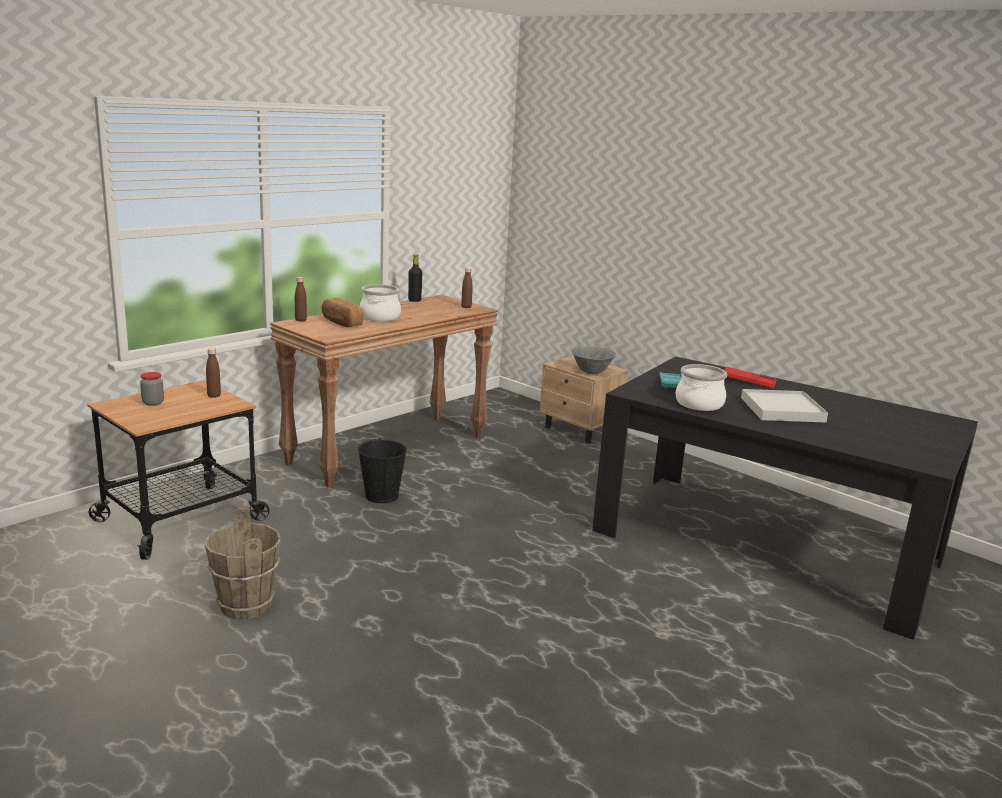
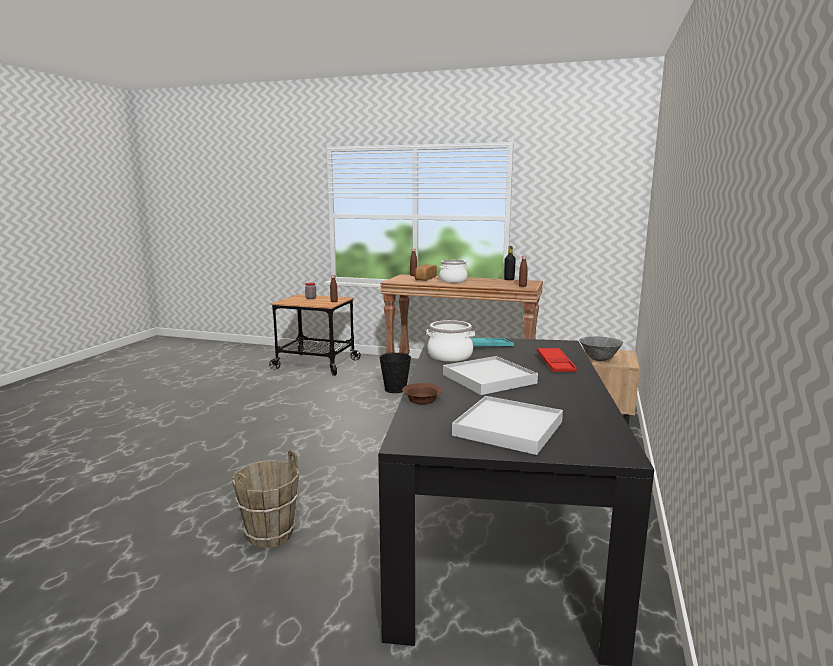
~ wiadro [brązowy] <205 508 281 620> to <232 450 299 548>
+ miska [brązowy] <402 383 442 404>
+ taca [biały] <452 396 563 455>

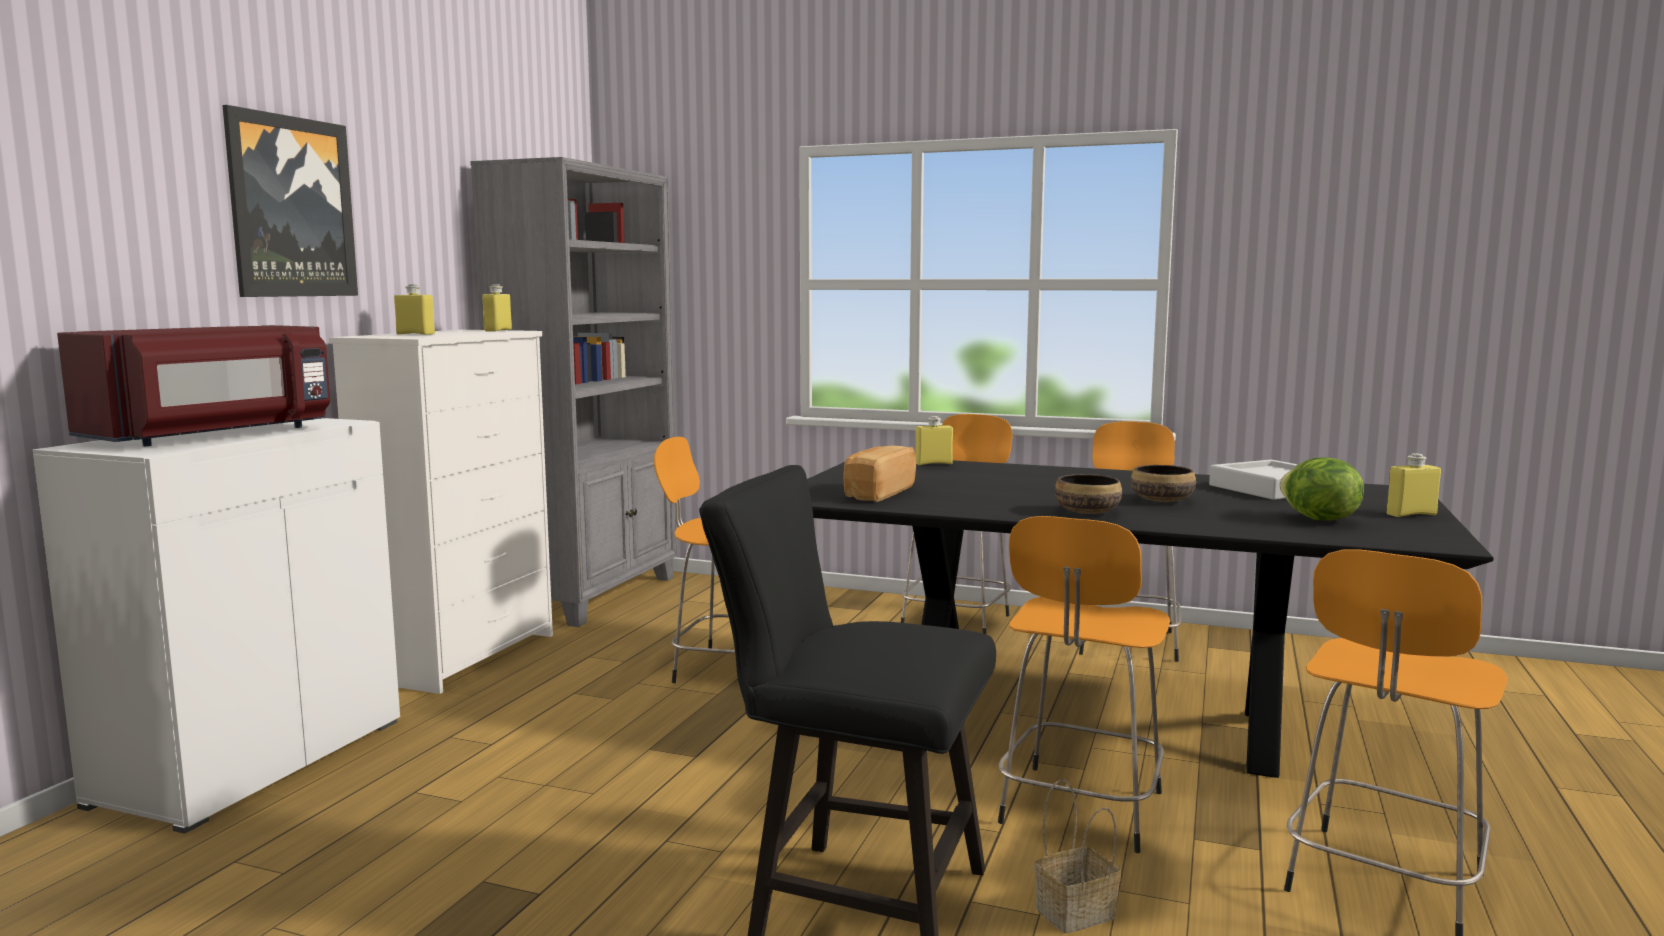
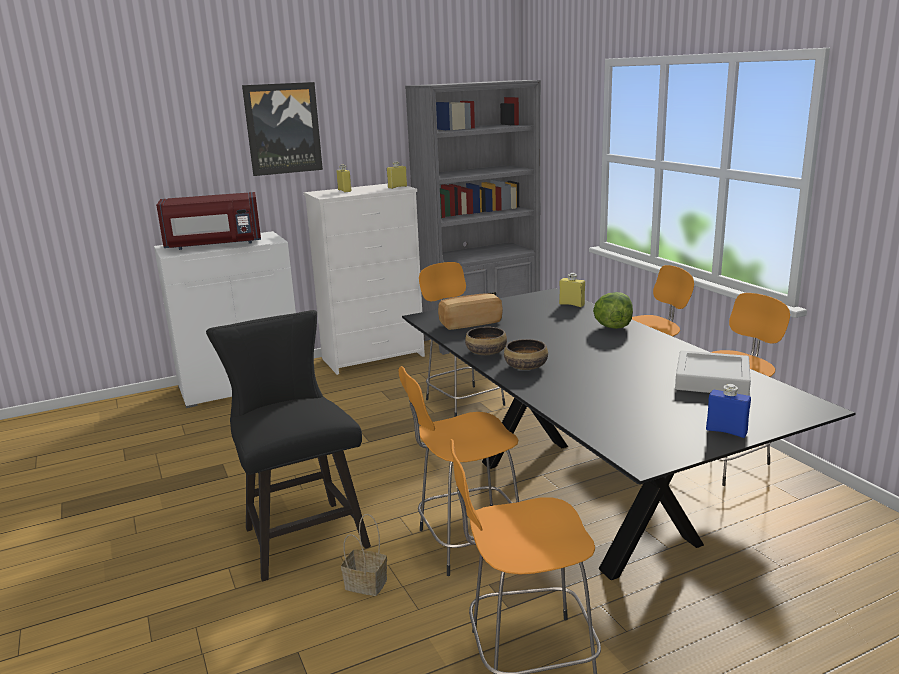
~ miska <1131 465 1196 502> to <465 327 507 355>
~ sałata <1279 457 1364 521> to <593 292 633 329>
~ butelka [żółty] <1386 453 1441 517> to butelka [niebieski] <706 384 751 438>

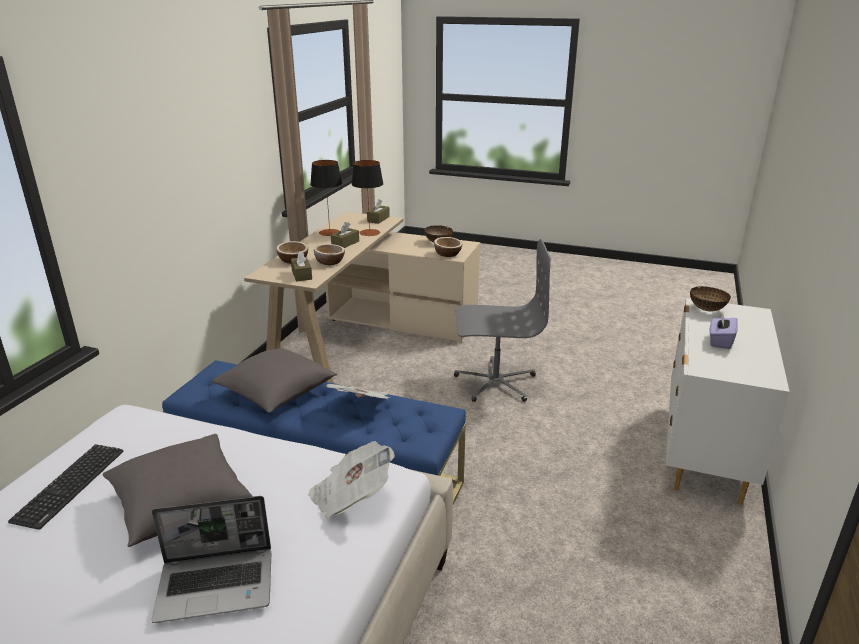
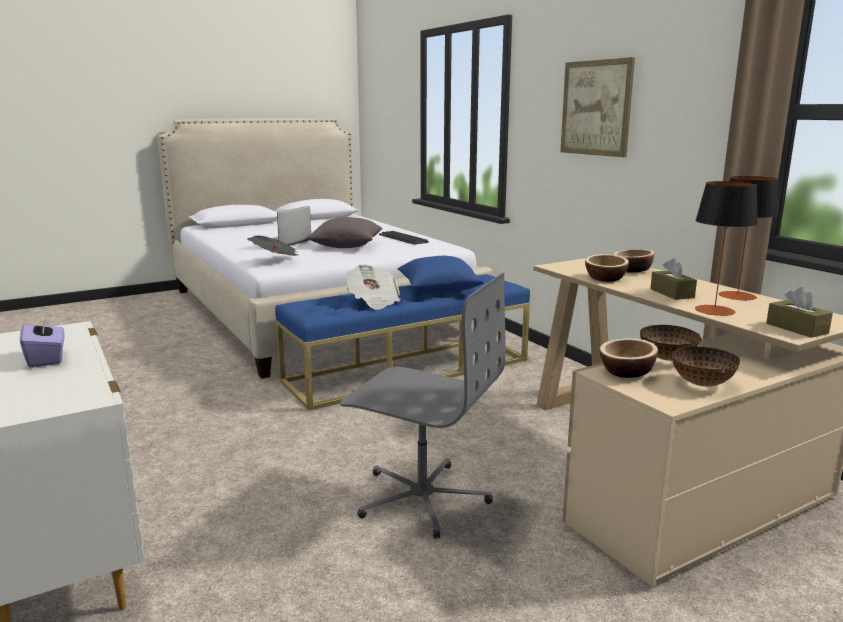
~ poduszka [szary] <211 348 337 413> to poduszka [niebieski] <398 256 484 293>
- pudełko chusteczek [brązowy] <291 251 312 282>
~ krzesło biurowe [szary] <454 239 551 402> = <340 273 506 539> 105 degrees counterclockwise
~ miska <690 286 731 312> to <640 325 702 361>
+ obraz <560 57 635 157>

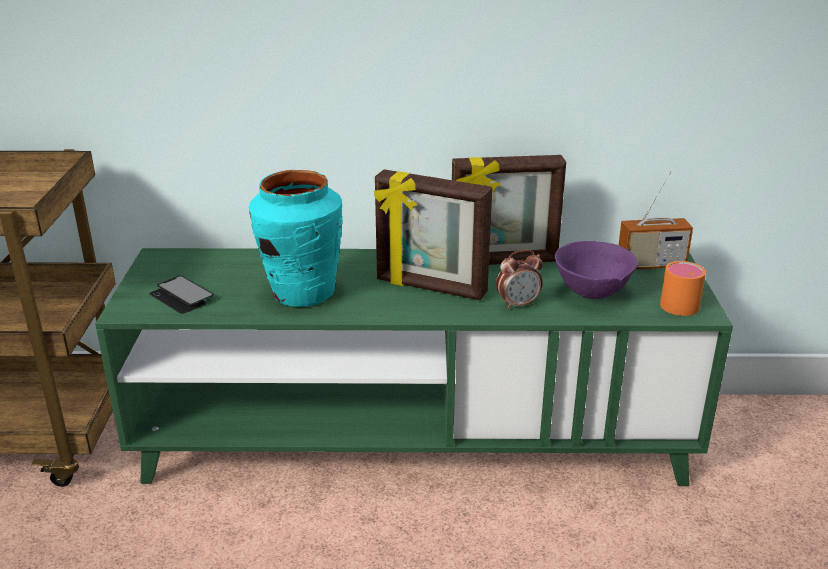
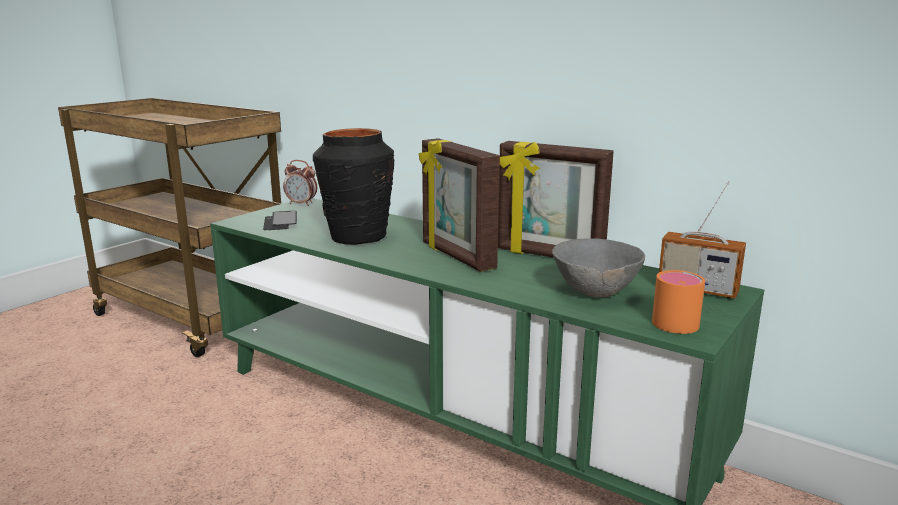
~ wazon [turkusowy] <249 170 343 307> to wazon [czarny] <313 128 394 245>
~ budzik <496 250 543 310> to <283 160 317 206>
~ miska [fioletowy] <555 241 637 299> to miska [szary] <552 238 645 298>

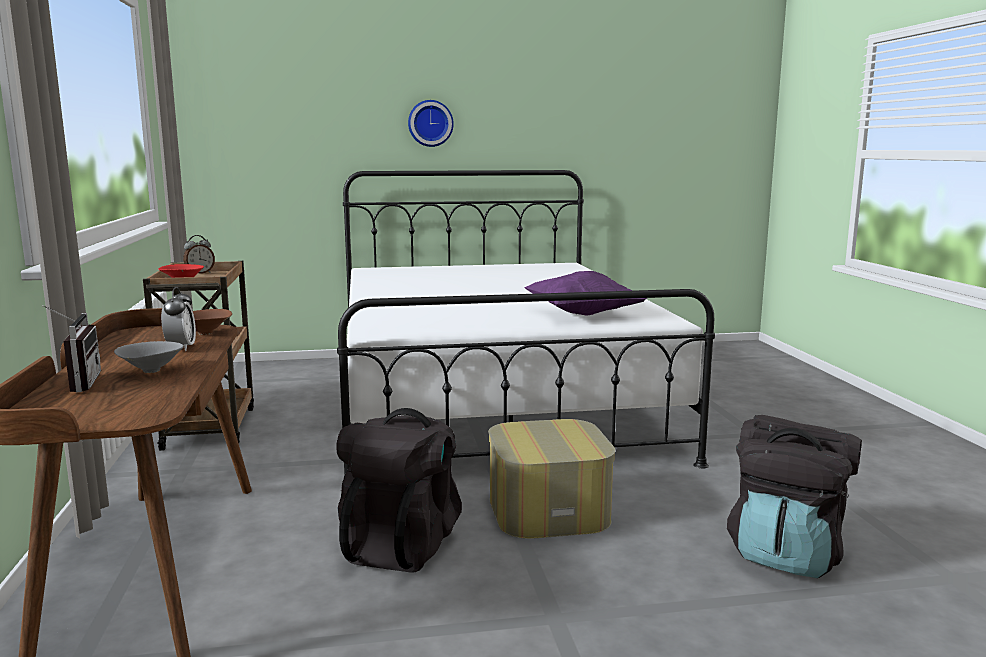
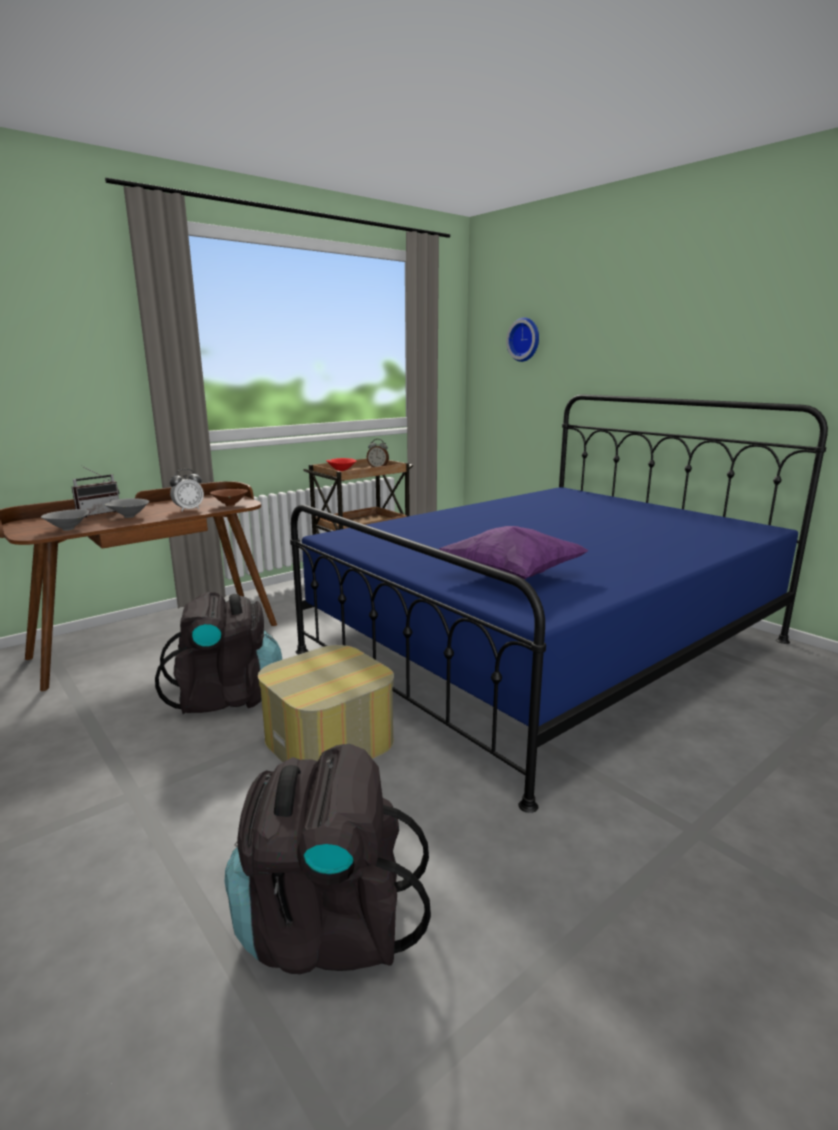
~ łóżko [biały] <337 170 715 475> to łóżko [niebieski] <290 394 828 813>
~ zegar ścienny <408 100 454 147> to <506 317 539 362>
+ miska [szary] <41 509 89 531>

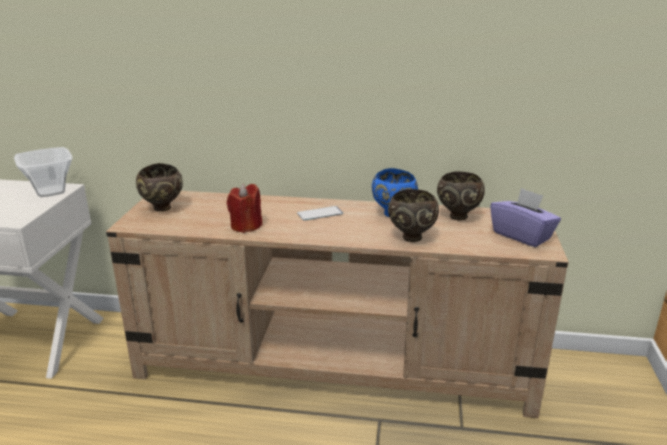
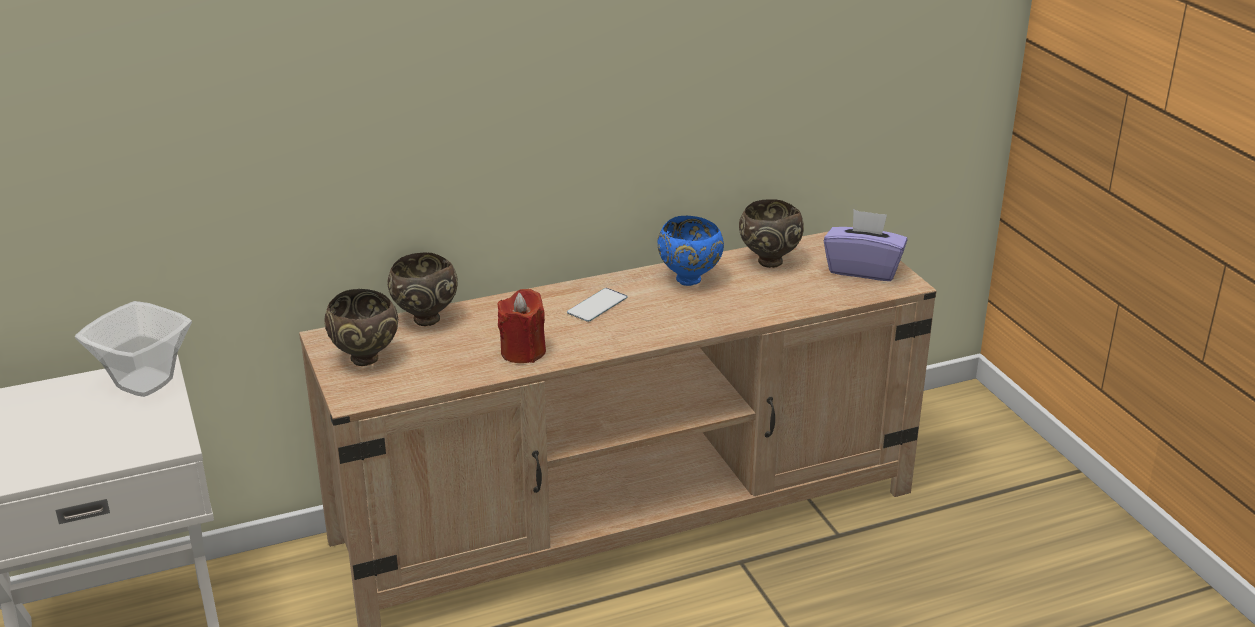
~ miska [brązowy] <388 189 439 242> to <388 252 458 326>

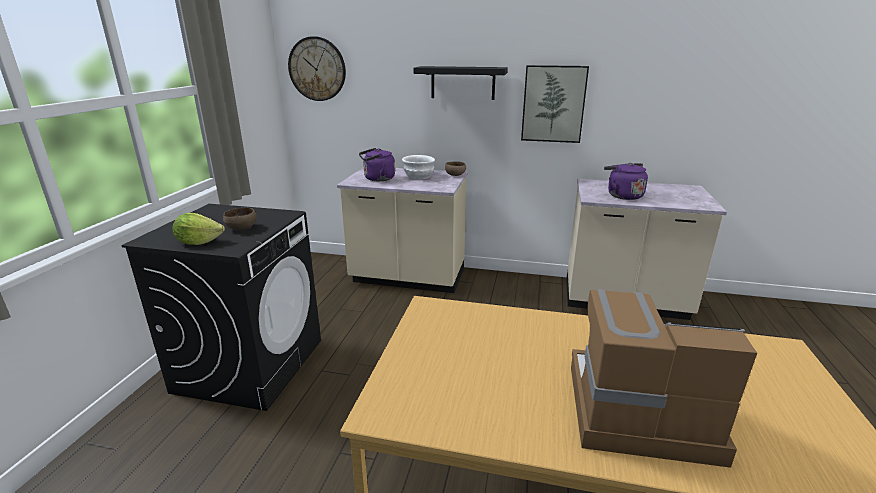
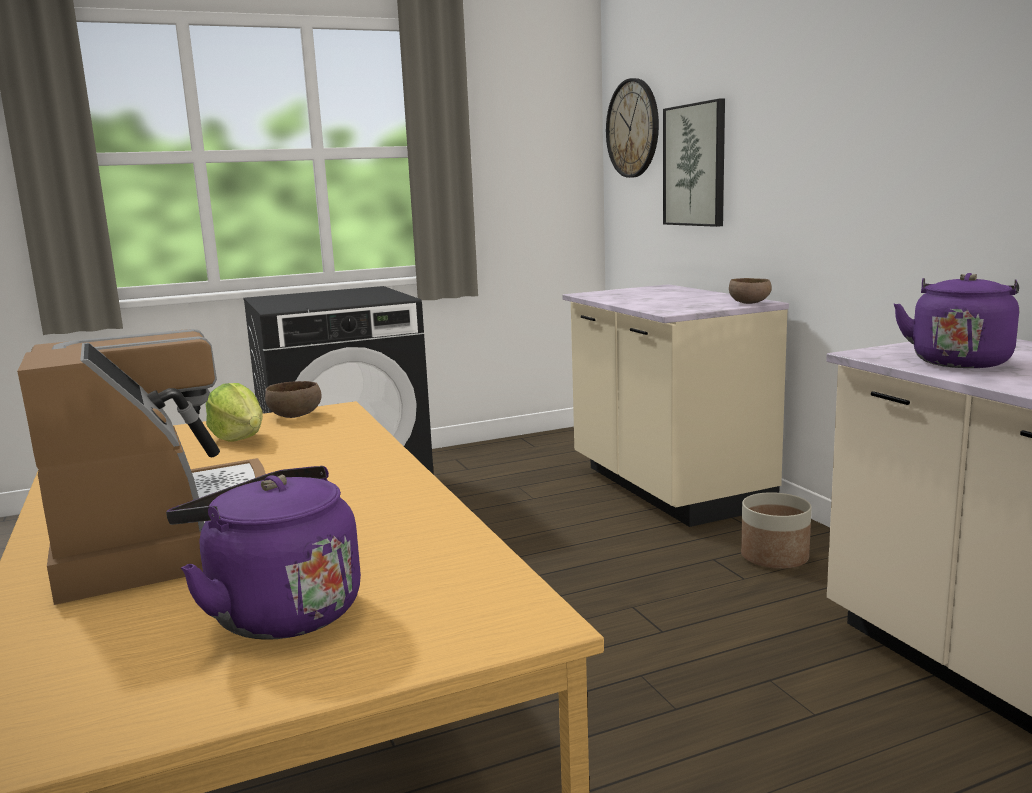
~ sałata <173 213 225 245> to <206 383 263 441>
~ miska [brązowy] <223 207 257 230> to <265 381 322 418>
~ czajnik [fioletowy] <359 148 395 181> to <166 466 361 640>
- miska [biały] <402 155 435 179>
- półka [czarny] <413 66 508 100>
~ obraz <521 65 589 143> to <663 99 725 227>
+ donica <741 492 811 569>

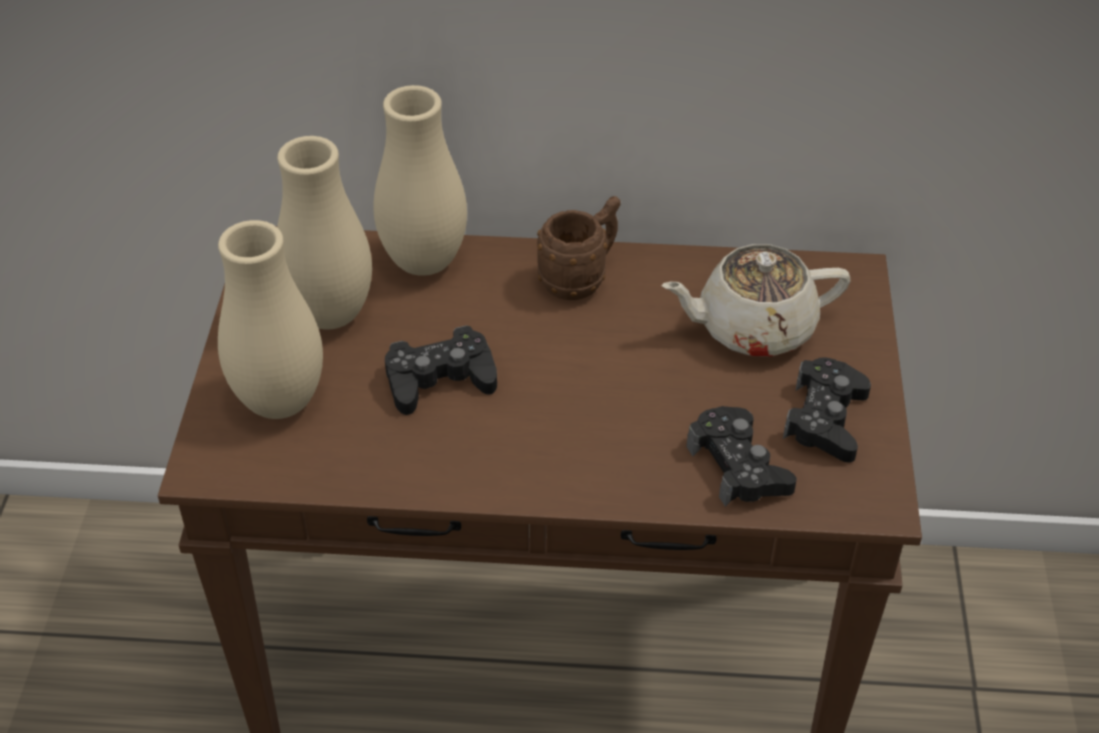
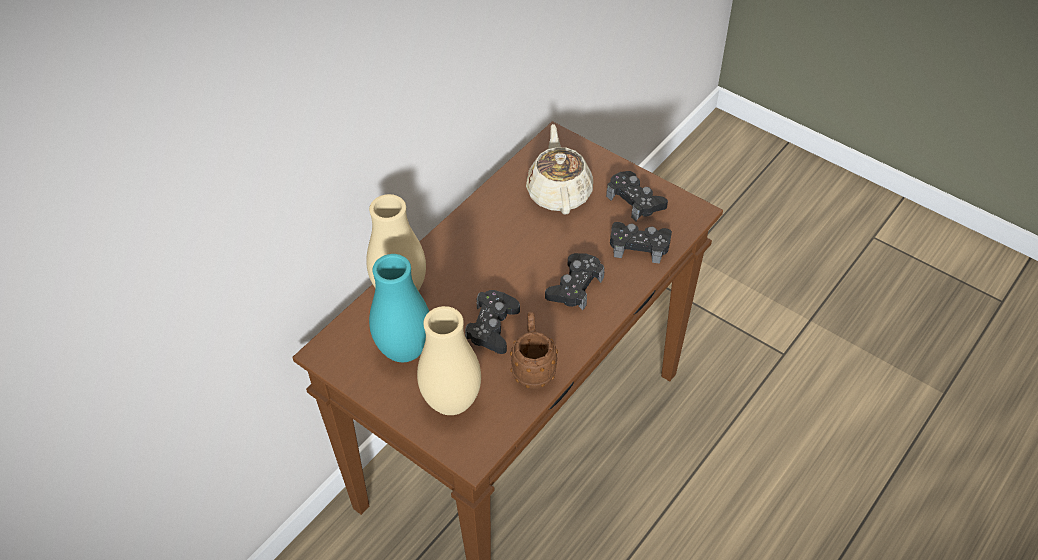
~ wazon [beżowy] <277 136 372 329> to wazon [turkusowy] <369 254 429 362>
~ kubek [brązowy] <537 196 621 300> to <510 312 558 389>
~ imbryk [beżowy] <661 244 850 356> = <526 124 593 215> 150 degrees clockwise
+ pad do gier [czarny] <545 253 605 310>

